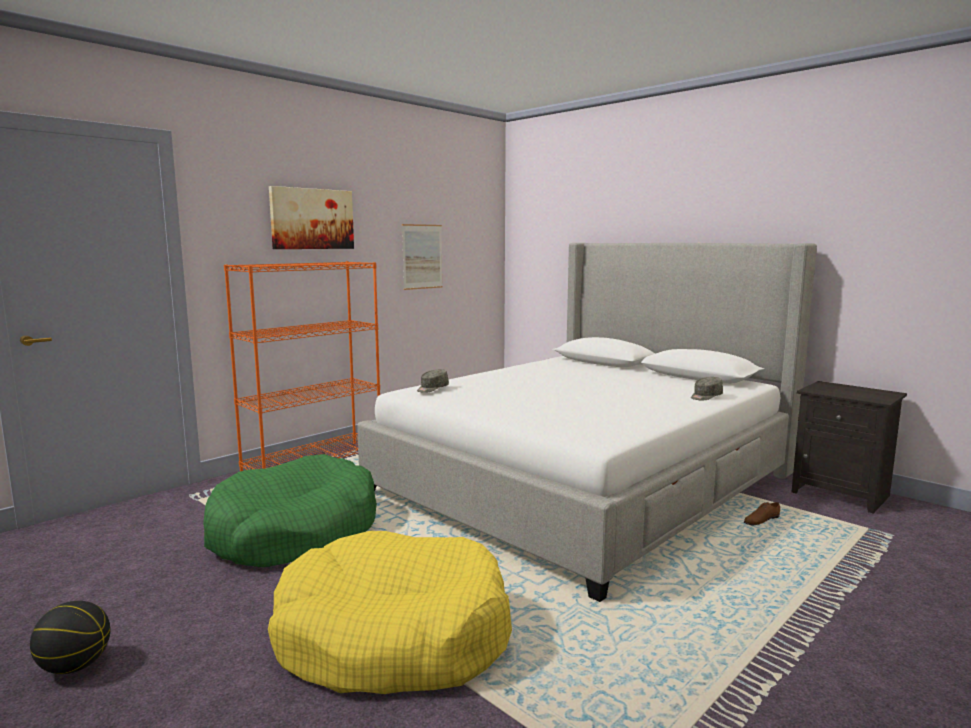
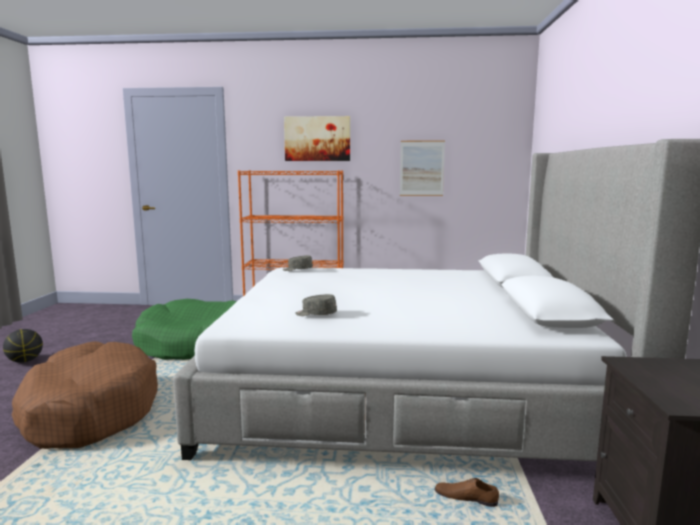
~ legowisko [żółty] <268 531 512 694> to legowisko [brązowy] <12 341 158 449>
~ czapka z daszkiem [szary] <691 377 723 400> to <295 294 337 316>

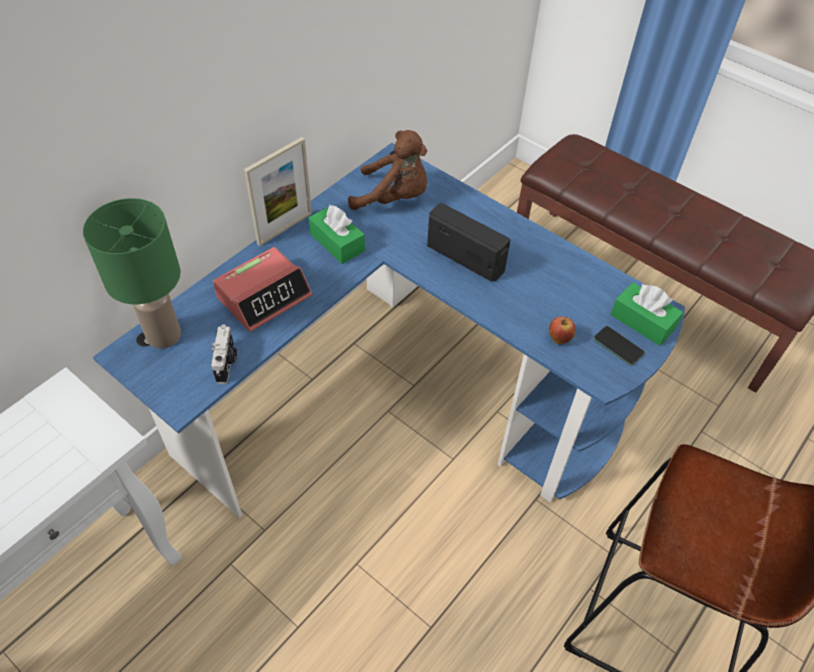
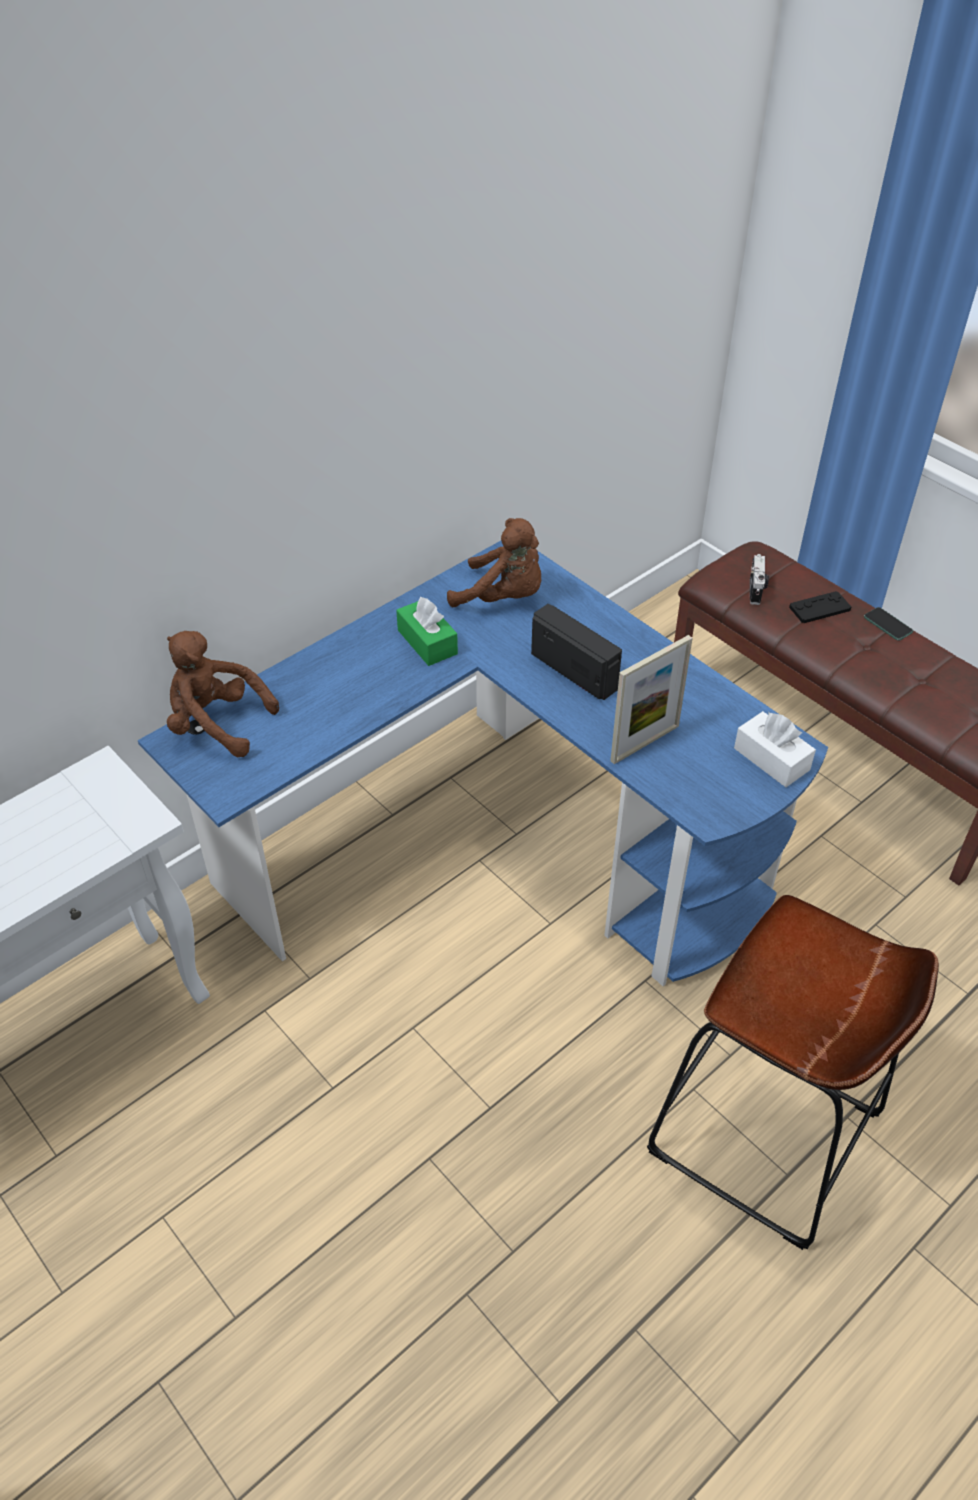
~ lampa stołowa [zielony] <83 198 181 349> to pluszak [brązowy] <167 631 279 758>
~ aparat fotograficzny <211 324 237 384> to <750 554 769 605>
- budzik <213 247 312 332>
~ ramka na zdjęcie <244 137 312 246> to <610 635 693 764>
- jabłko <549 316 575 344>
~ telefon <593 326 645 366> to <864 607 913 641>
~ pudełko chusteczek [zielony] <610 282 683 346> to pudełko chusteczek [biały] <734 711 816 787>
+ pad do gier [czarny] <789 591 851 623>

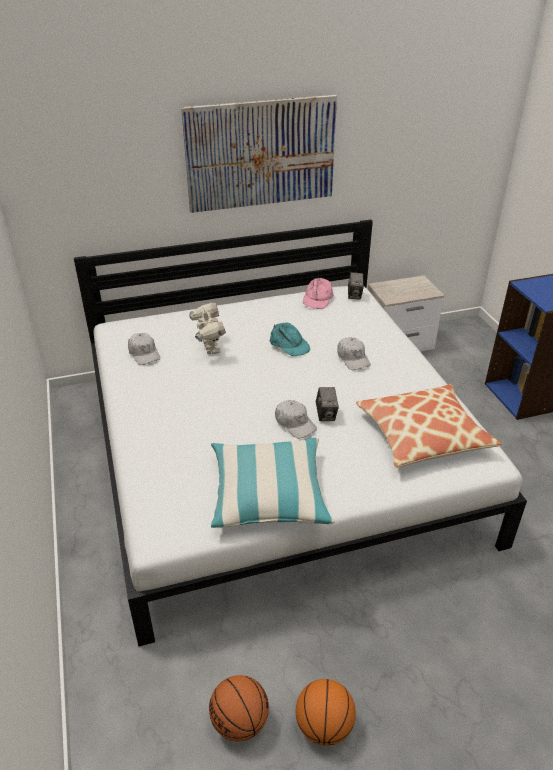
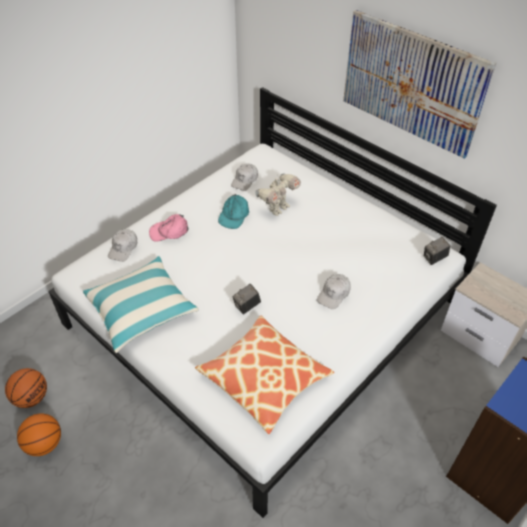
~ czapka z daszkiem [turkusowy] <270 323 310 356> to <218 194 249 229>
~ czapka z daszkiem [biały] <275 400 317 439> to <108 229 137 262>
~ czapka z daszkiem [różowy] <303 277 333 309> to <149 214 188 242>

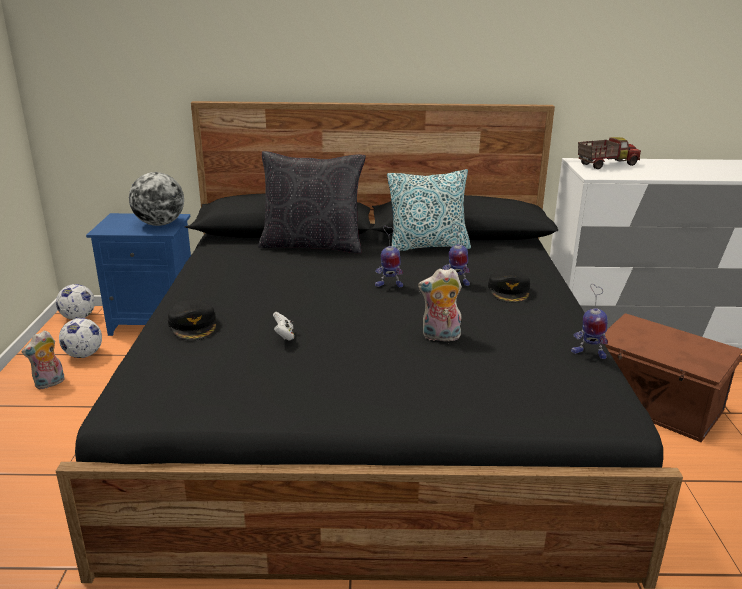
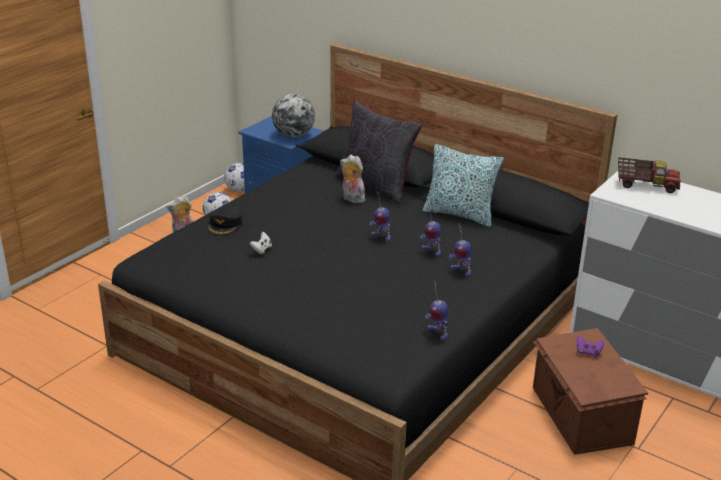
~ pluszak <418 268 462 341> to <340 155 365 203>
~ czapka z daszkiem [czarny] <488 268 530 303> to robot zabawkowy <449 223 472 277>
+ pad do gier [fioletowy] <577 336 604 357>

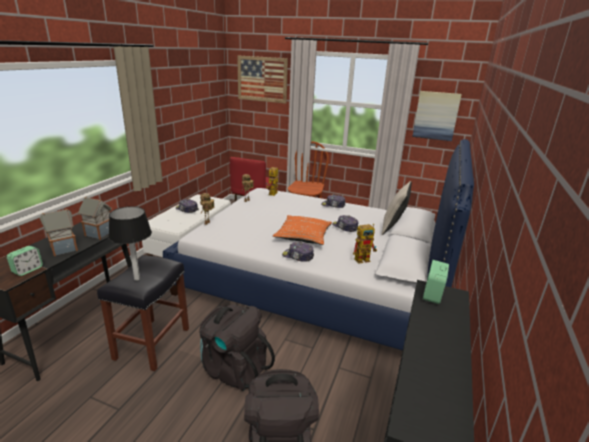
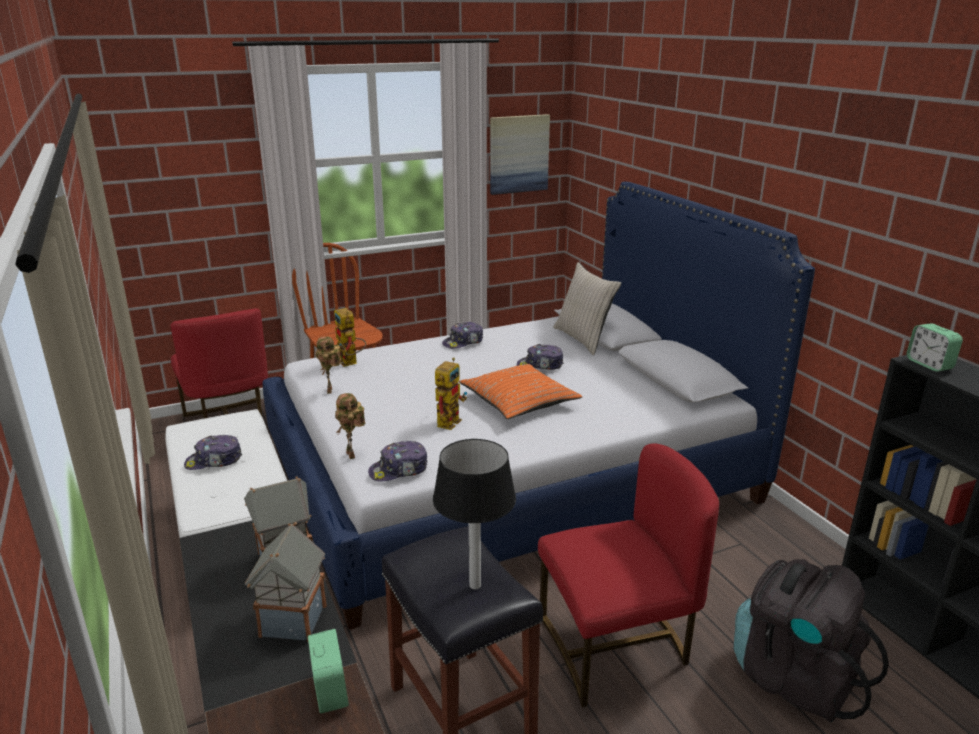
~ plecak [czarny] <200 304 275 391> to krzesło [czerwony] <538 443 719 707>
- obraz <237 55 288 104>
~ czapka z daszkiem <282 242 314 262> to <368 441 428 482>
~ robot zabawkowy <353 224 377 264> to <435 358 467 430>

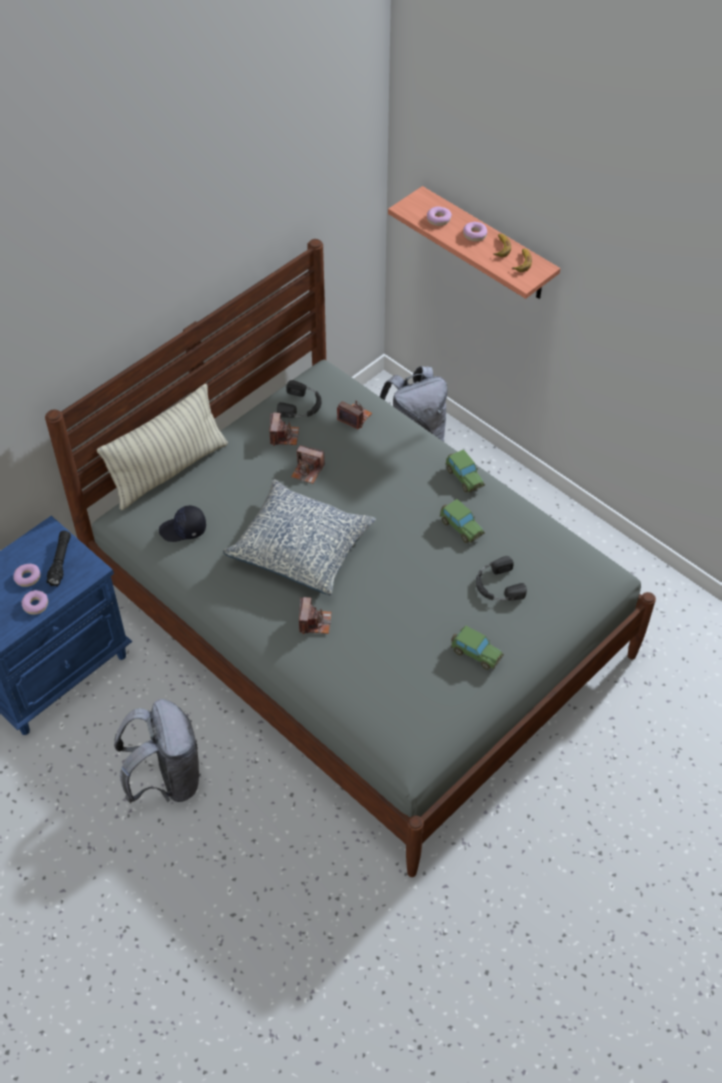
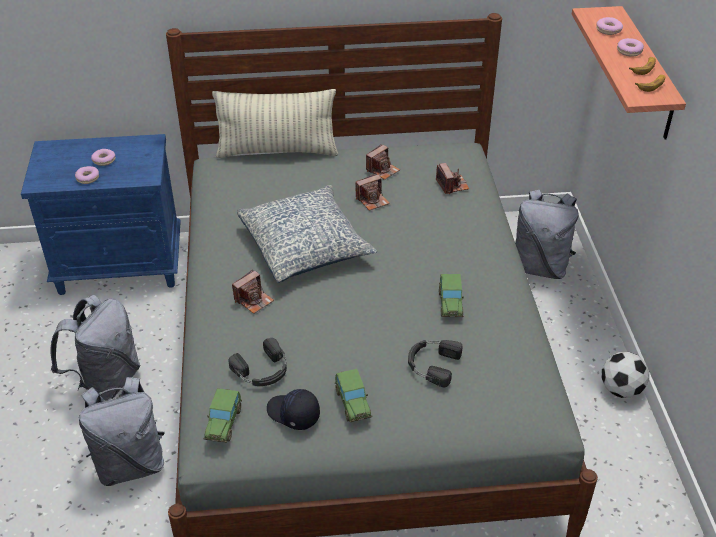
- latarka [czarny] <46 531 71 587>
~ czapka z daszkiem [czarny] <159 505 206 542> to <267 389 320 430>
~ słuchawki [czarny] <277 380 321 418> to <228 338 287 386>
~ aparat fotograficzny <291 446 325 484> = <355 173 390 211> 90 degrees counterclockwise
~ samochodzik <445 449 485 493> to <203 388 242 443>
+ plecak [szary] <79 377 165 486>
+ piłka futbolowa <602 352 649 398>

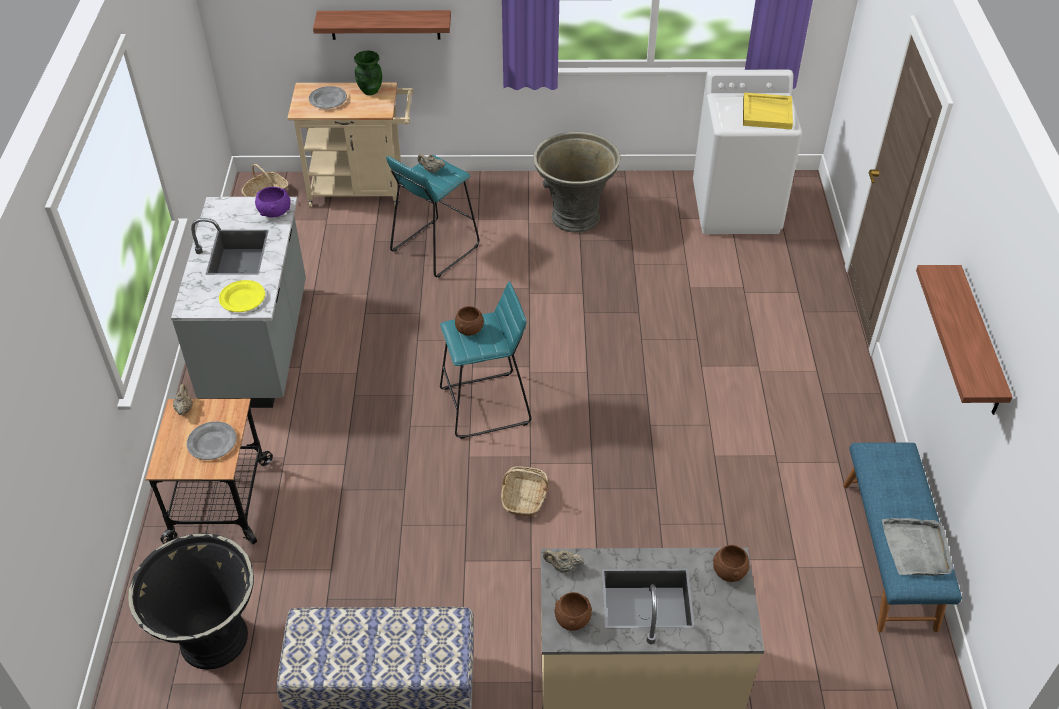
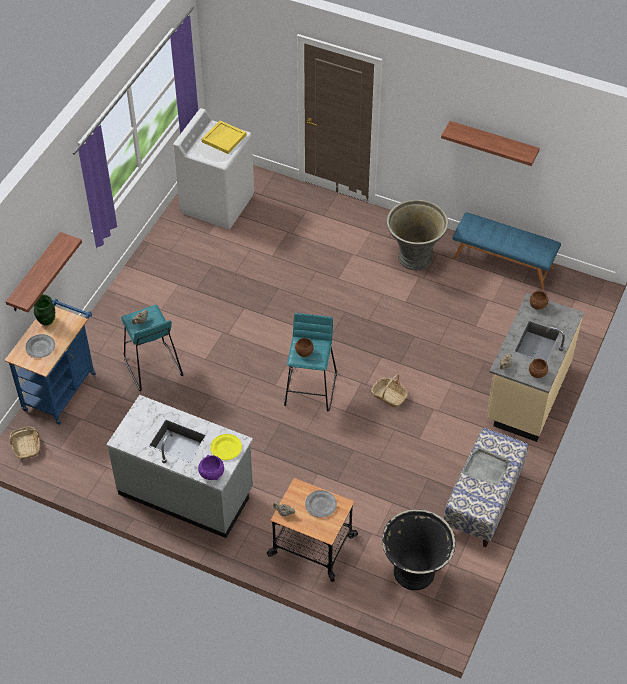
~ miska [fioletowy] <255 187 291 217> to <198 455 224 480>
~ wózek [beżowy] <287 83 414 207> to wózek [niebieski] <5 299 96 425>
~ donica [szary] <533 132 620 233> to <387 199 448 270>
~ taca [szary] <882 518 954 576> to <463 447 510 486>

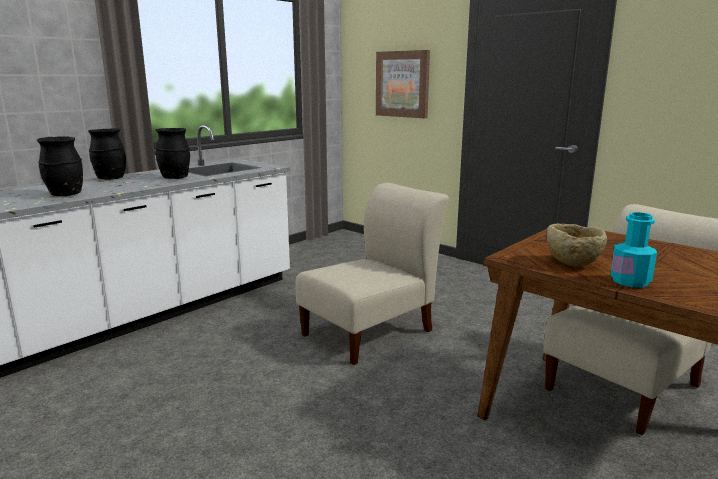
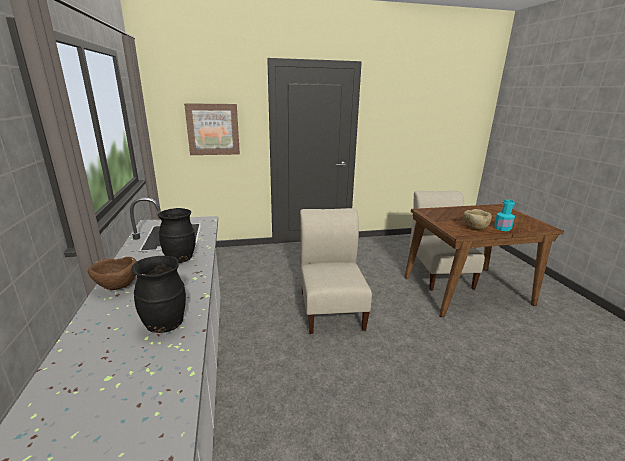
~ wazon [czarny] <88 128 126 180> to miska [brązowy] <88 257 137 290>

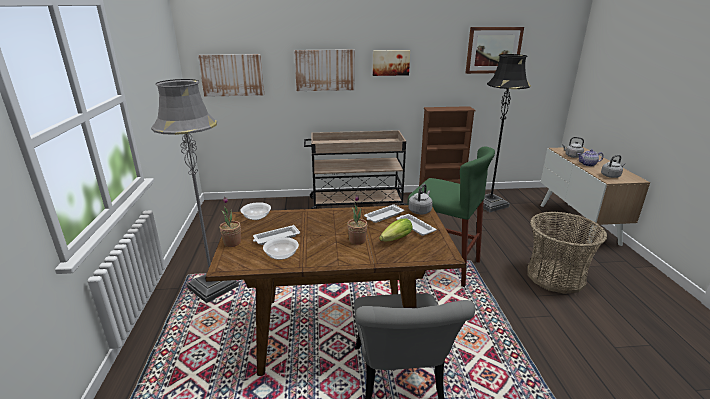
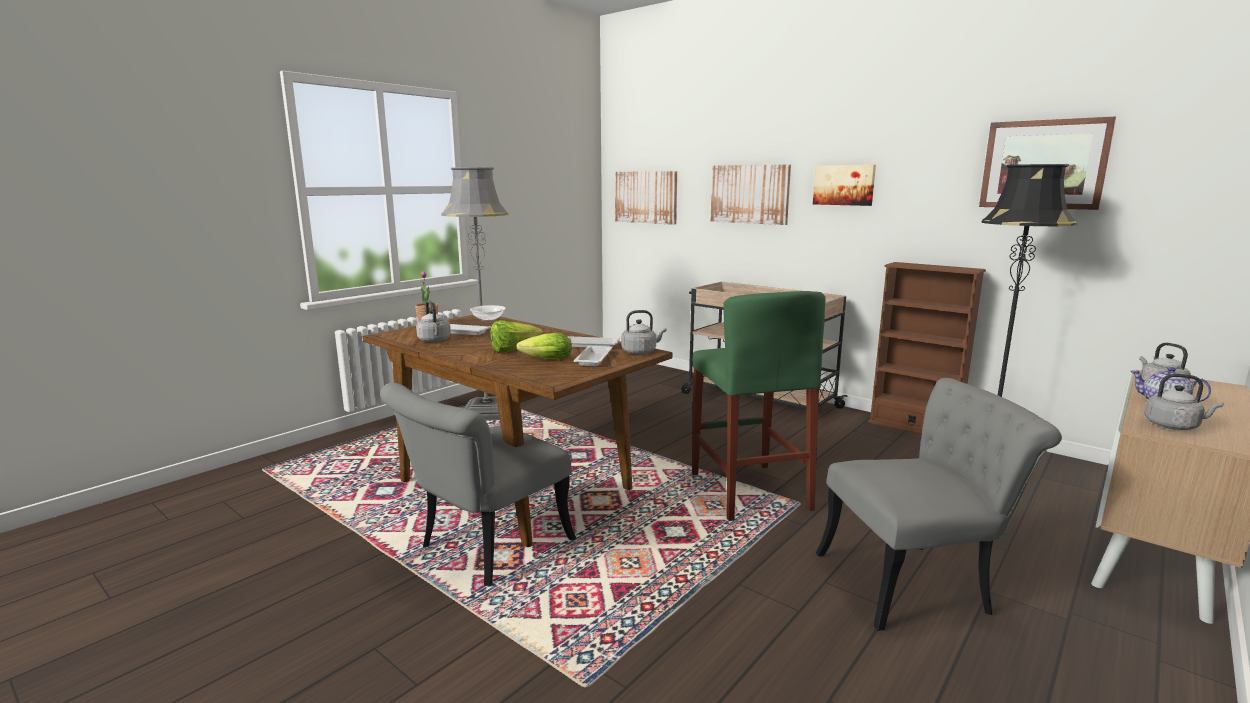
~ miska <263 237 299 260> to czajnik [szary] <416 300 451 342>
~ roślina doniczkowa <347 195 368 245> to sałata <490 320 543 352>
~ koszyk <527 212 607 294> to krzesło [szary] <816 378 1062 631>

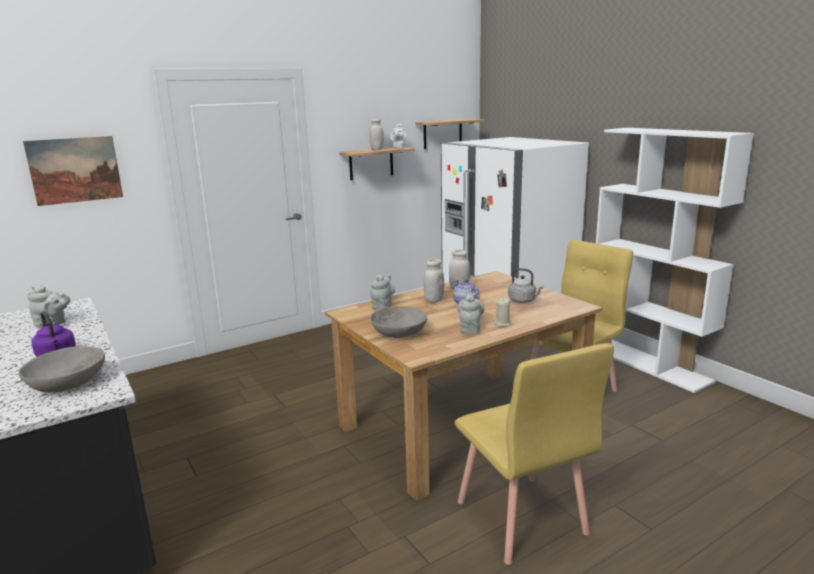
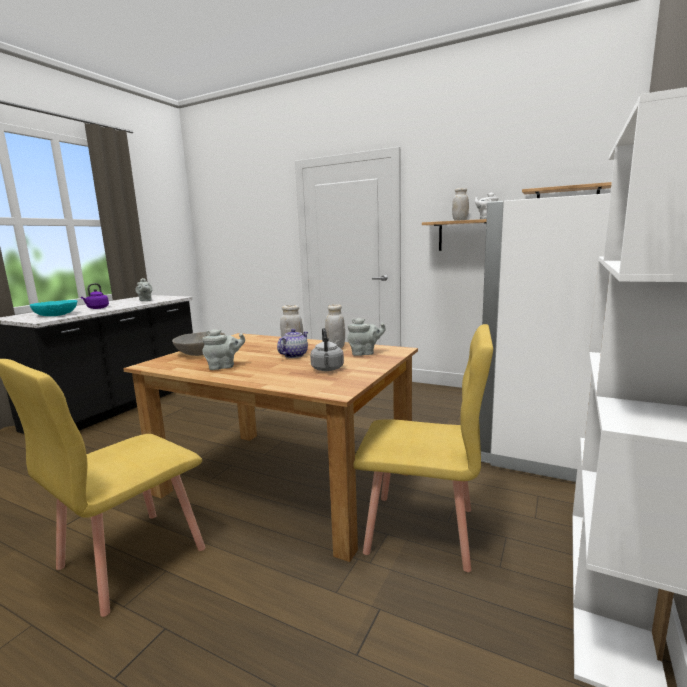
~ miska [szary] <19 346 105 392> to miska [turkusowy] <30 300 77 316>
- obraz <23 136 123 206>
~ imbryk [szary] <370 274 395 309> to <347 318 386 356>
- świeca [beżowy] <494 298 511 327>

